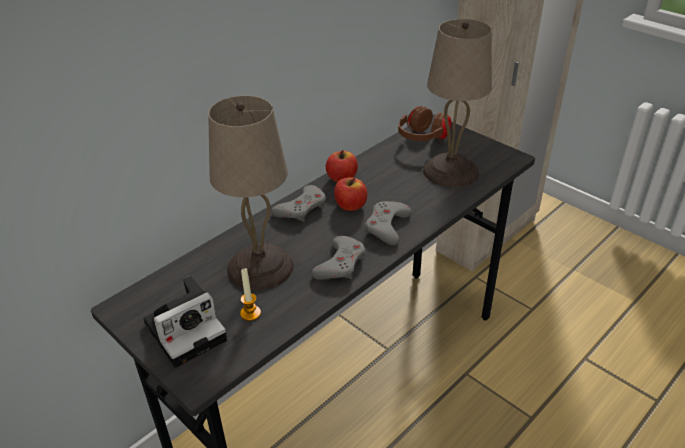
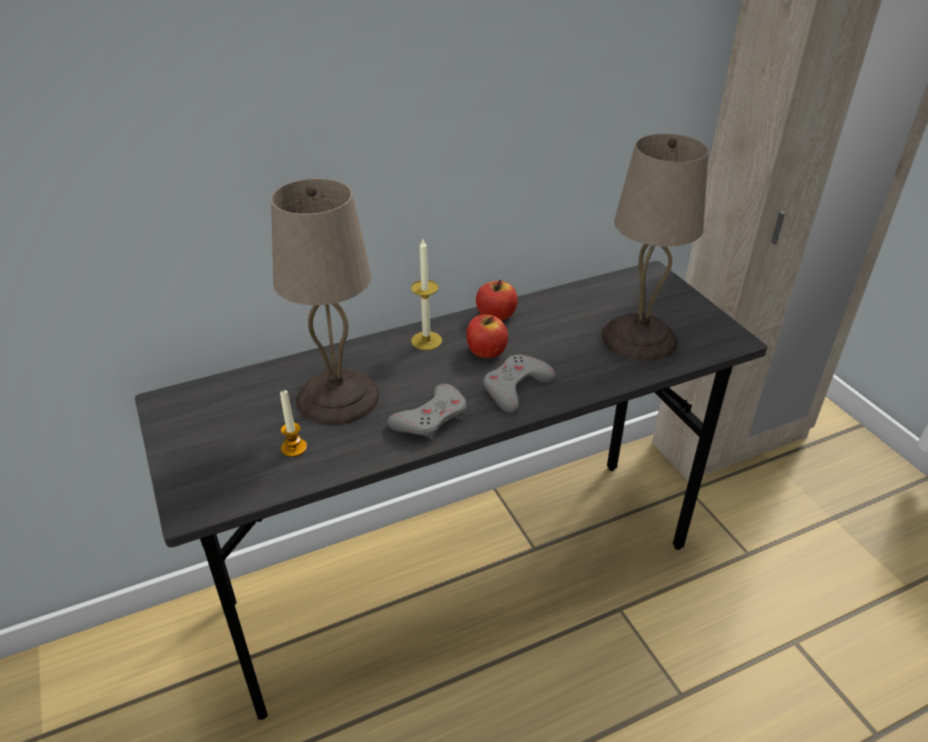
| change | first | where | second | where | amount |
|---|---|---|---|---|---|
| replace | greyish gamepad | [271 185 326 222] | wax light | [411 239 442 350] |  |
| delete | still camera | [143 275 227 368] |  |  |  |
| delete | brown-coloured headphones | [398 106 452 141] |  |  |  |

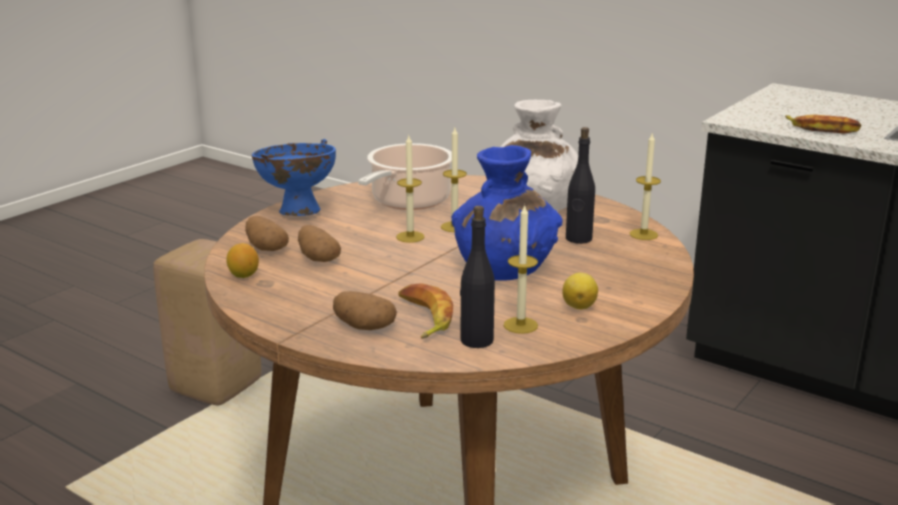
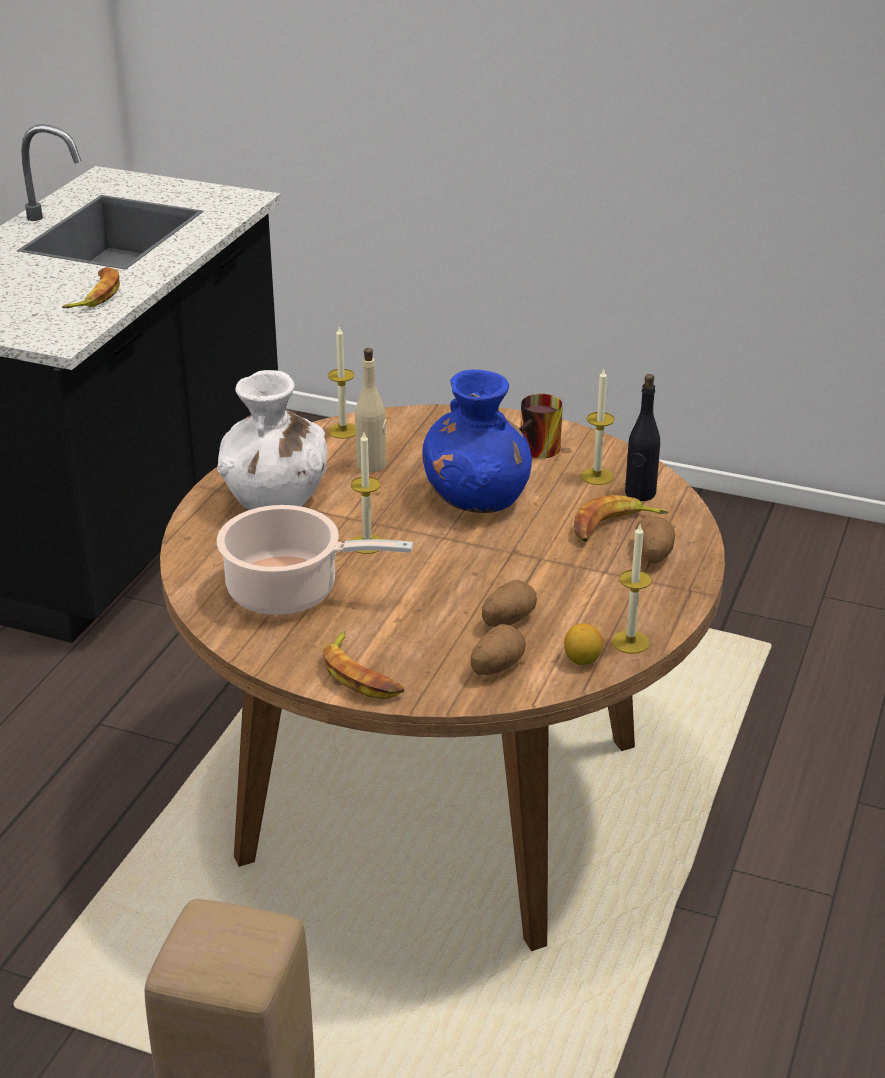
| change | first | where | second | where | amount |
|---|---|---|---|---|---|
| replace | blue-coloured bowl | [252 139 336 216] | whole banana | [323 629 404 699] |  |
| recolor | blackish drink bottle | [566 127 595 244] | beige drink bottle | [355 348 387 472] |  |
| replace | citrus fruit | [562 273 598 309] | coffee mug | [519 394 563 458] |  |
| move | wax light | [396 136 425 243] |  | [612 524 652 654] |  |

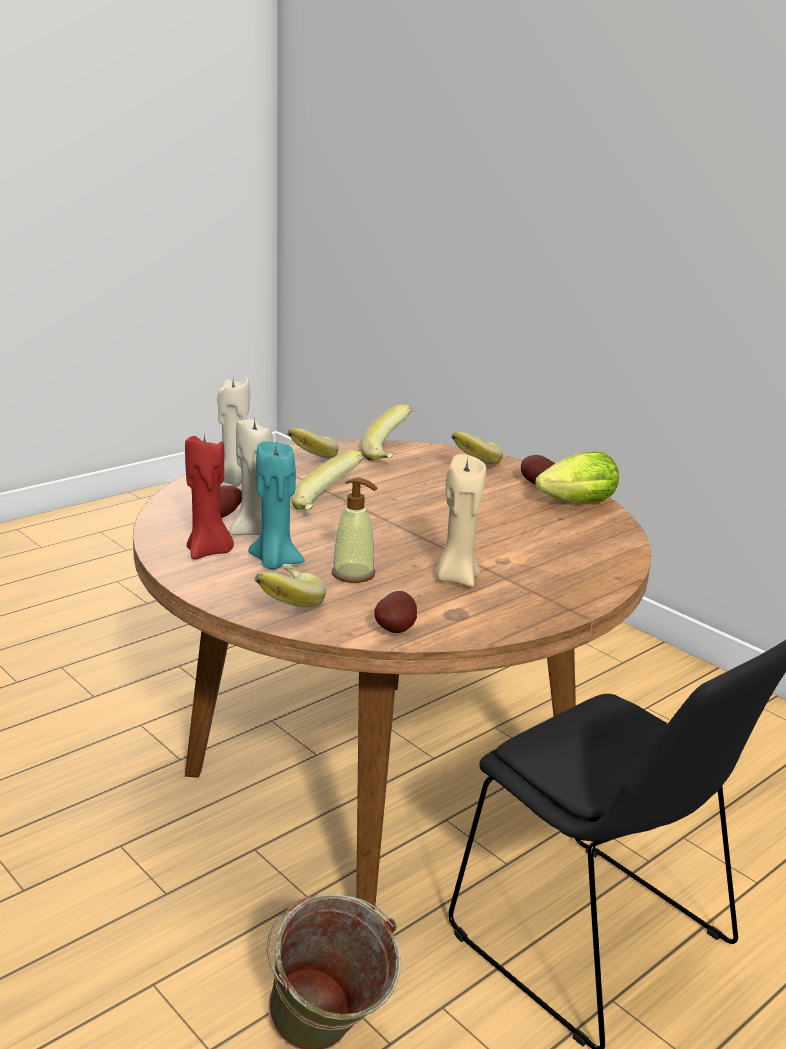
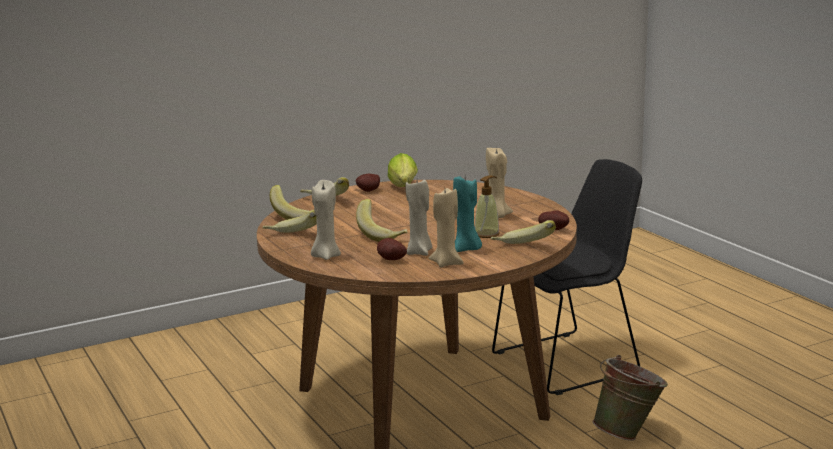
| change | first | where | second | where | amount |
|---|---|---|---|---|---|
| recolor | red-coloured wax light | [185 432 234 559] | beige wax light | [429 188 464 267] |  |

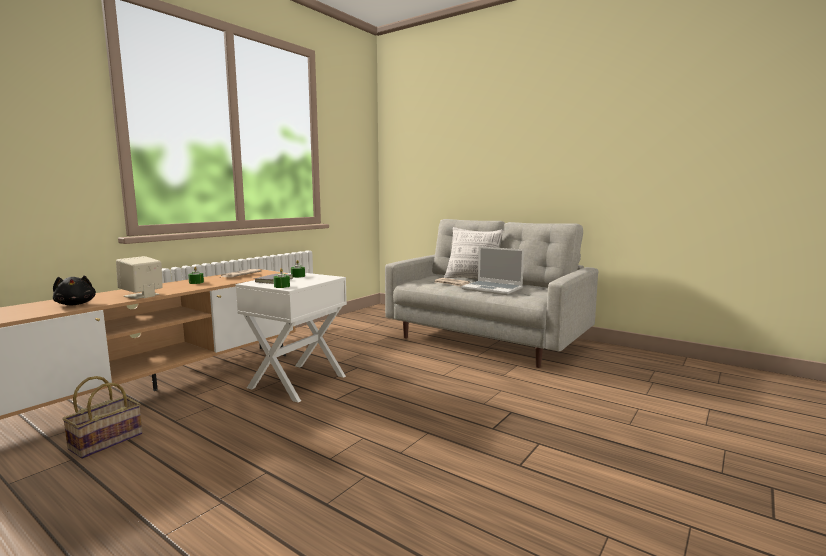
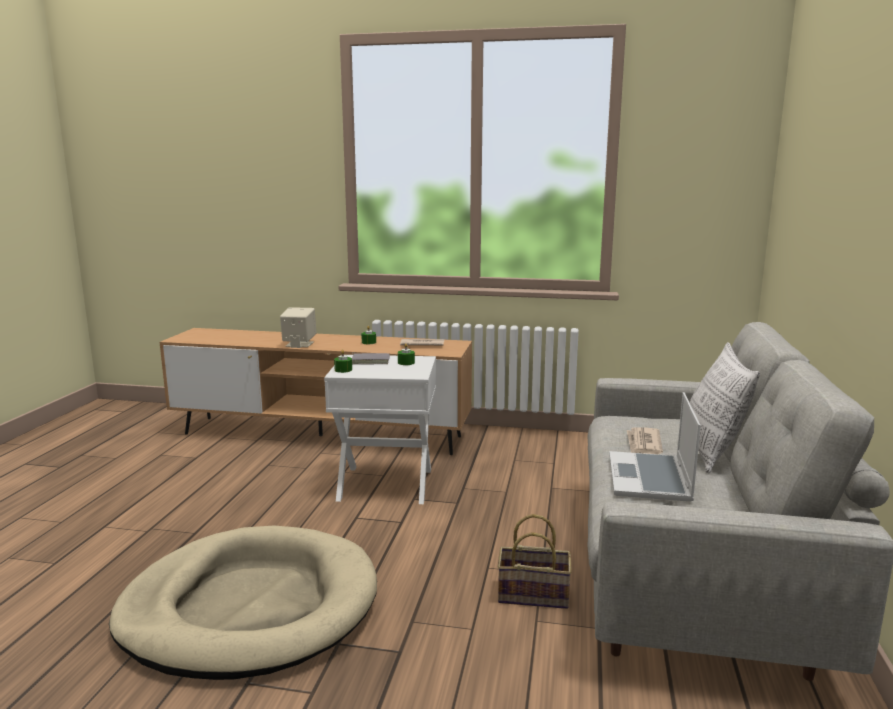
| change | first | where | second | where | amount |
|---|---|---|---|---|---|
| insert |  |  | beige dog cushion | [109 526 377 680] |  |
| move | basket | [62 376 143 459] |  | [498 514 572 609] |  |
| delete | blackish plush toy | [53 276 96 305] |  |  |  |

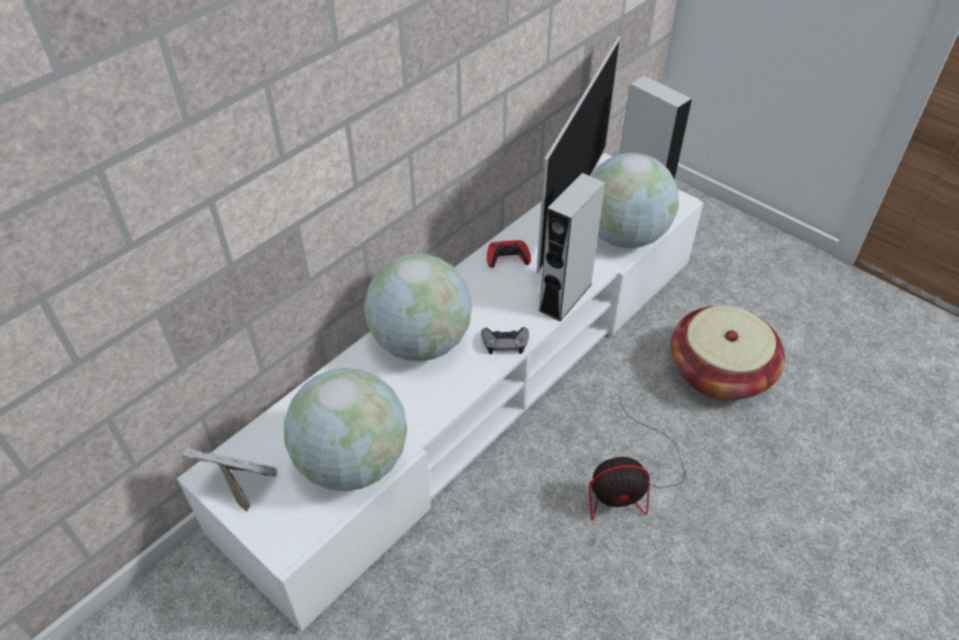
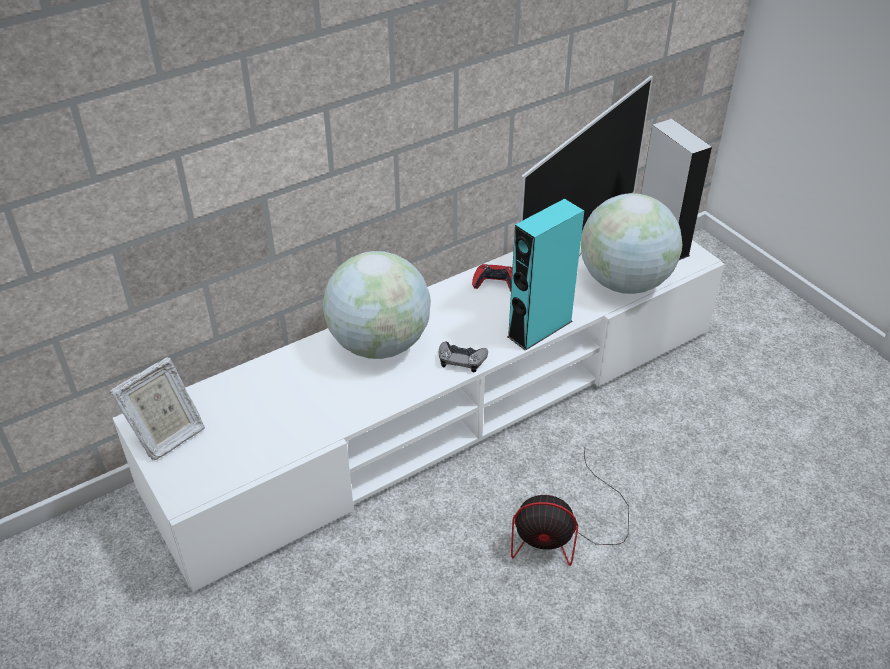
| change | first | where | second | where | amount |
|---|---|---|---|---|---|
| rotate | picture frame | [182 448 277 512] |  | [110 357 205 460] | 105 degrees clockwise |
| recolor | greyish audio speaker | [539 173 605 322] | turquoise-coloured audio speaker | [507 198 584 351] |  |
| delete | world globe | [284 368 407 491] |  |  |  |
| delete | basket | [671 305 785 401] |  |  |  |

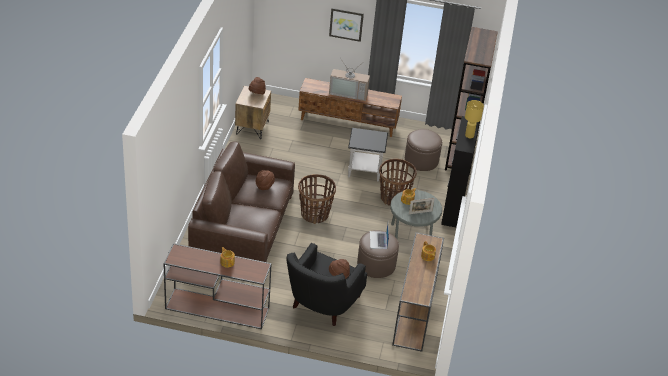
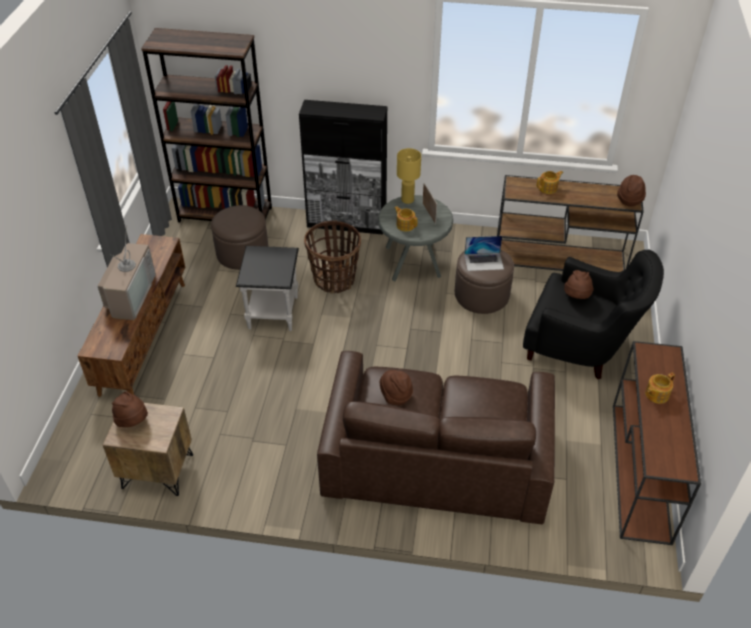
| change | first | where | second | where | amount |
|---|---|---|---|---|---|
| move | yellowish tabletop lamp | [465 100 484 138] |  | [397 148 421 204] |  |
| insert |  |  | brown-coloured hat | [617 175 646 207] |  |
| delete | basket | [298 174 336 224] |  |  |  |
| delete | picture | [329 8 364 42] |  |  |  |

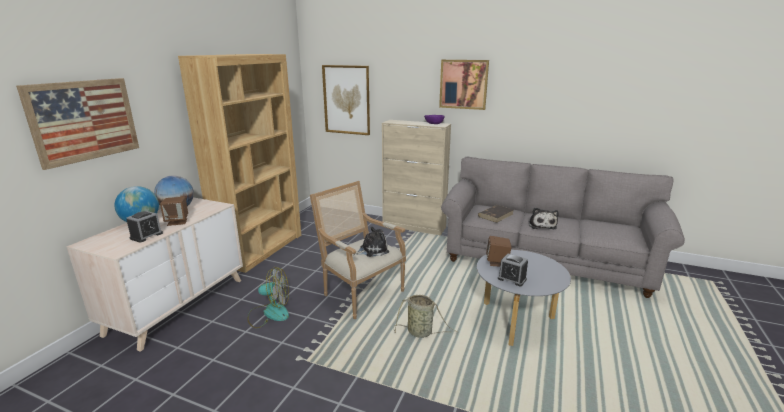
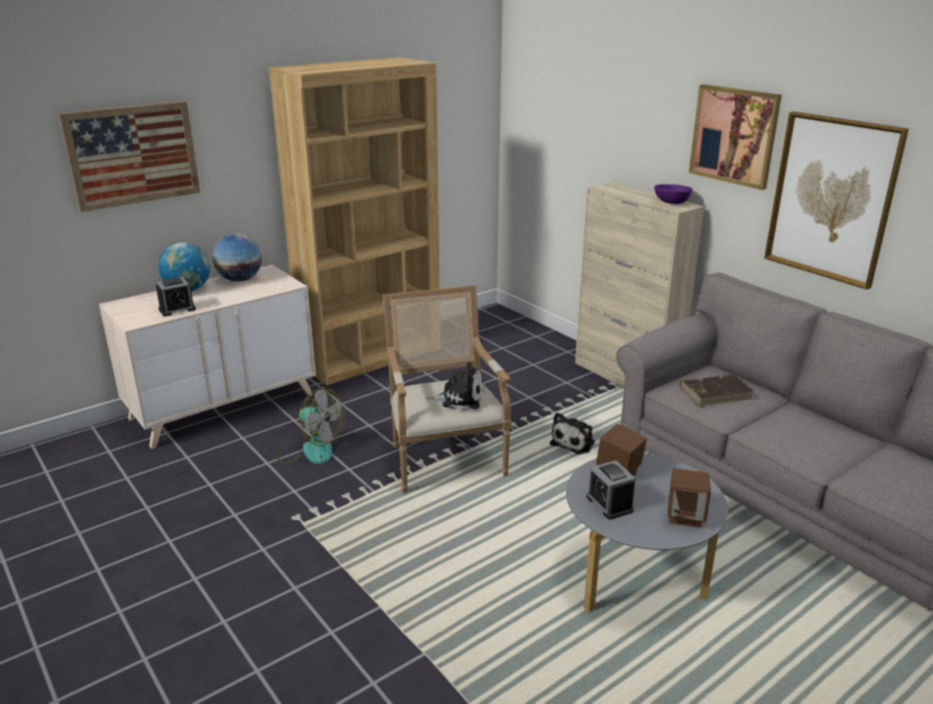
| change | first | where | second | where | amount |
|---|---|---|---|---|---|
| move | plush toy | [528 208 559 229] |  | [550 413 595 454] |  |
| move | brown-coloured audio speaker | [160 197 188 226] |  | [667 468 711 528] |  |
| move | picture | [322 65 370 135] |  | [764 111 909 290] |  |
| delete | basket | [394 295 458 338] |  |  |  |

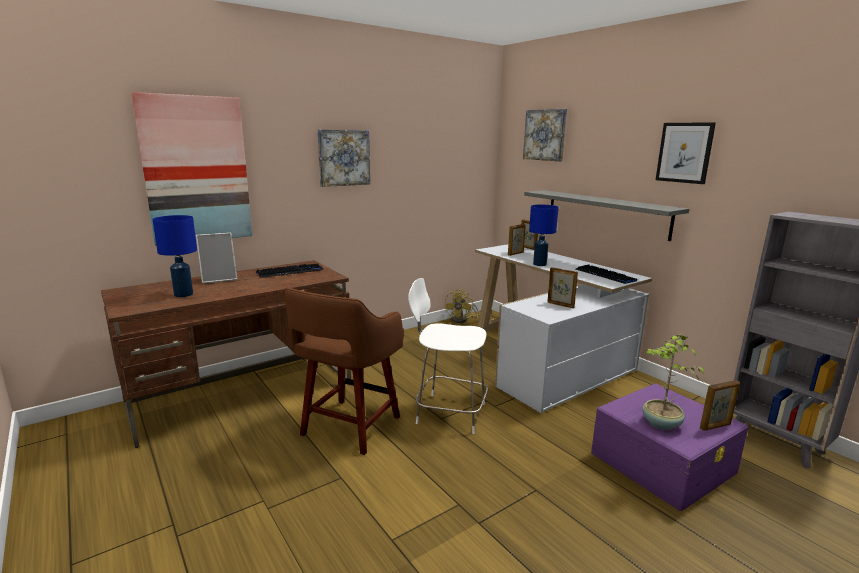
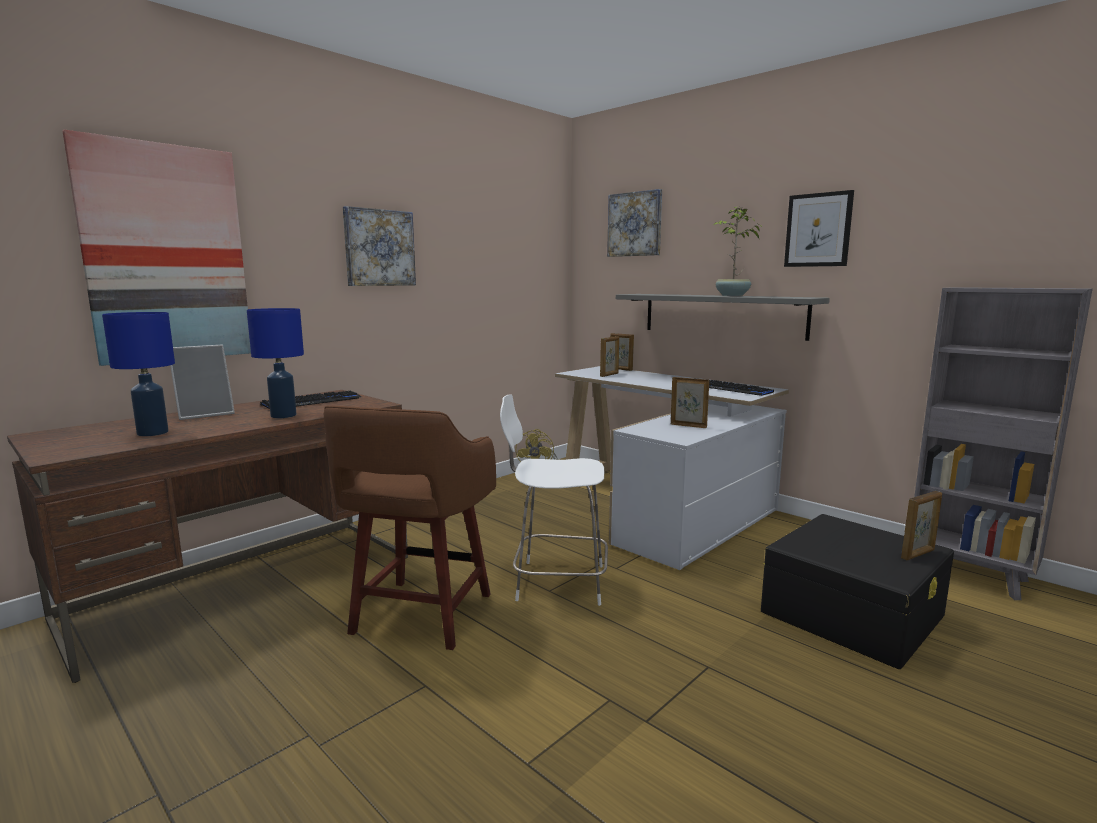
| change | first | where | second | where | amount |
|---|---|---|---|---|---|
| move | blue-coloured tabletop lamp | [529 205 559 266] |  | [247 308 304 418] |  |
| move | plant in a pot | [642 334 705 430] |  | [714 206 762 296] |  |
| recolor | purple storage container | [591 383 749 511] | blackish storage container | [761 514 954 669] |  |

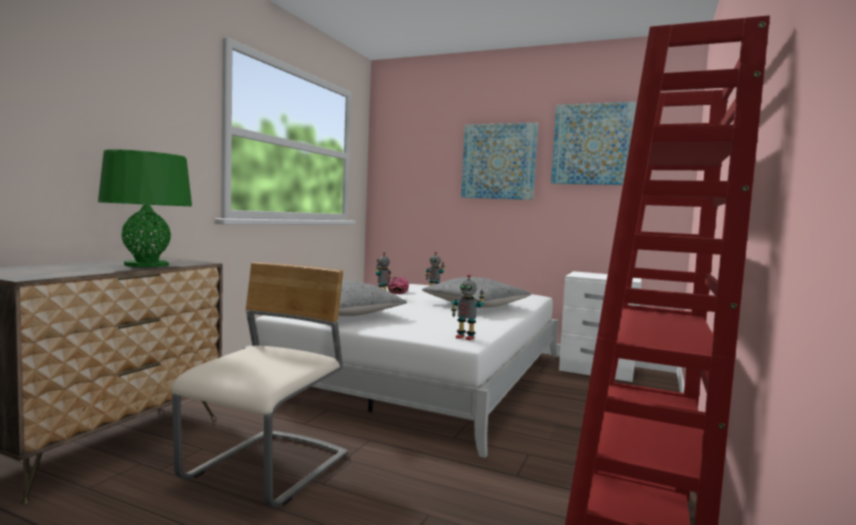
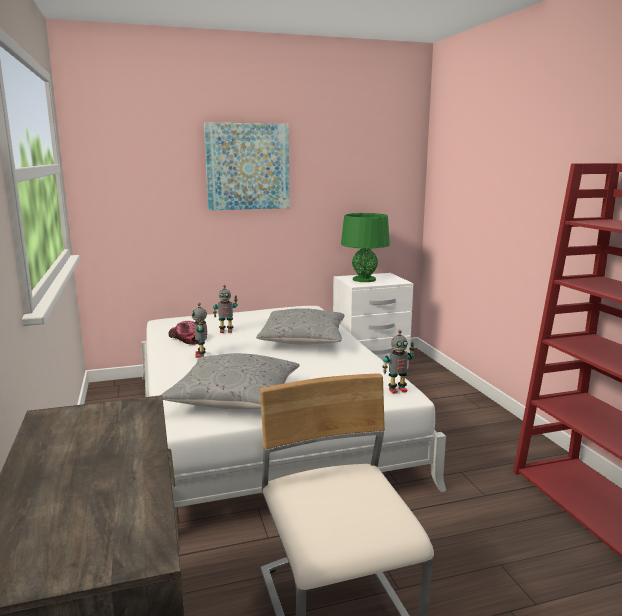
| change | first | where | second | where | amount |
|---|---|---|---|---|---|
| move | green-coloured tabletop lamp | [98 150 192 267] |  | [341 213 390 282] |  |
| delete | picture | [551 102 637 185] |  |  |  |

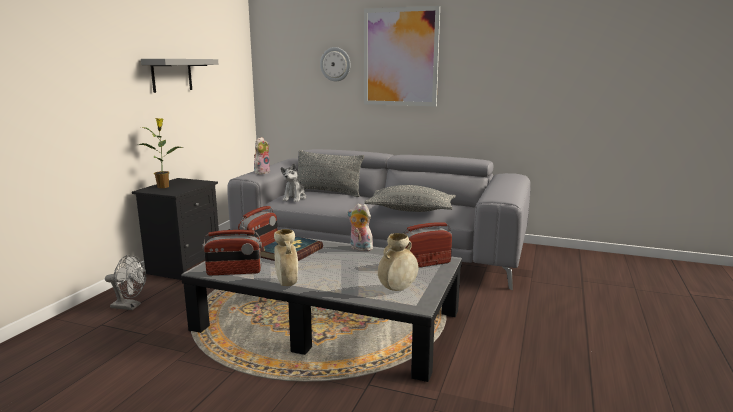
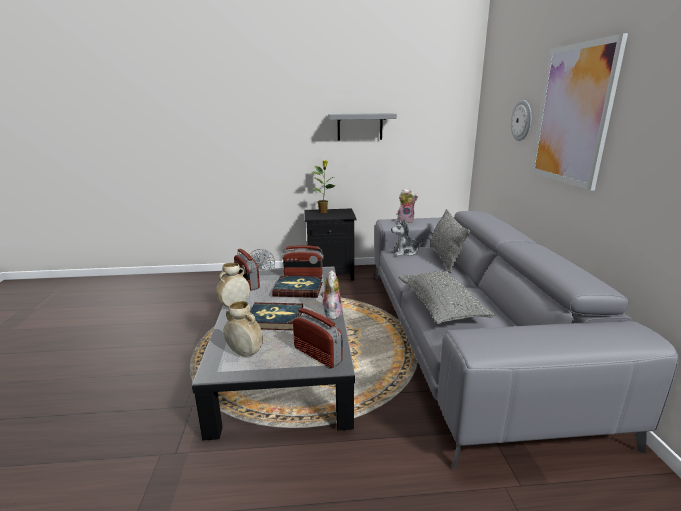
| change | first | where | second | where | amount |
|---|---|---|---|---|---|
| insert |  |  | book | [250 302 303 330] |  |

